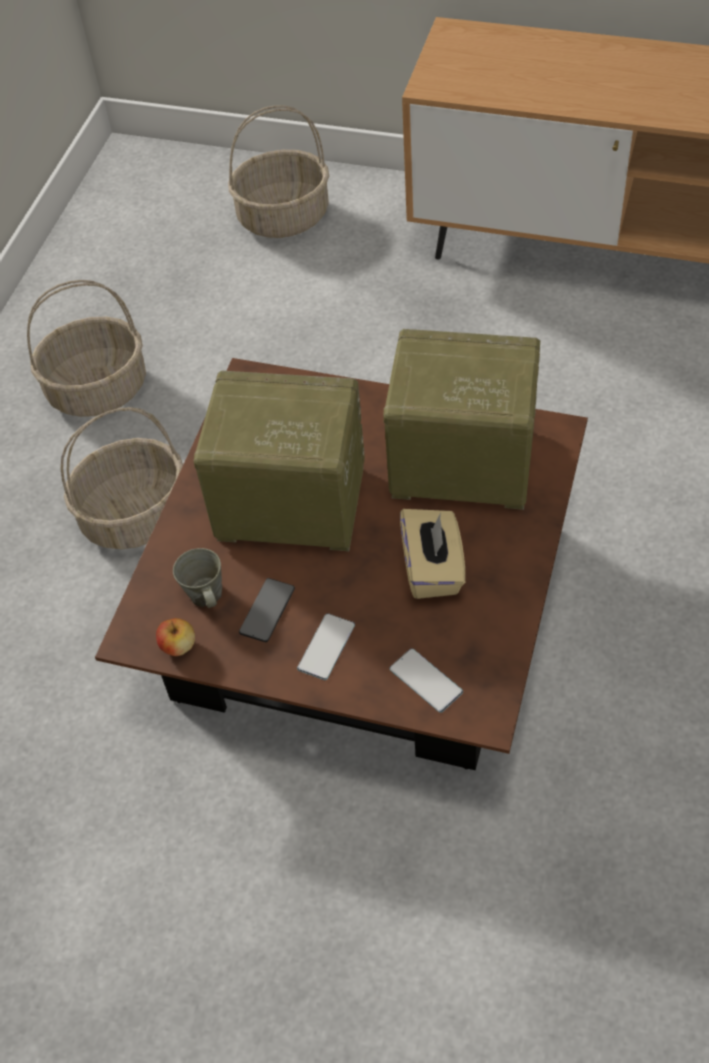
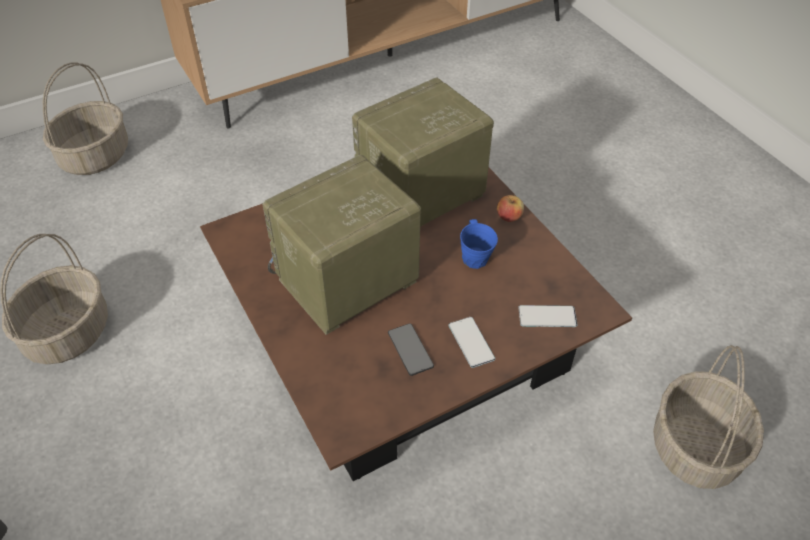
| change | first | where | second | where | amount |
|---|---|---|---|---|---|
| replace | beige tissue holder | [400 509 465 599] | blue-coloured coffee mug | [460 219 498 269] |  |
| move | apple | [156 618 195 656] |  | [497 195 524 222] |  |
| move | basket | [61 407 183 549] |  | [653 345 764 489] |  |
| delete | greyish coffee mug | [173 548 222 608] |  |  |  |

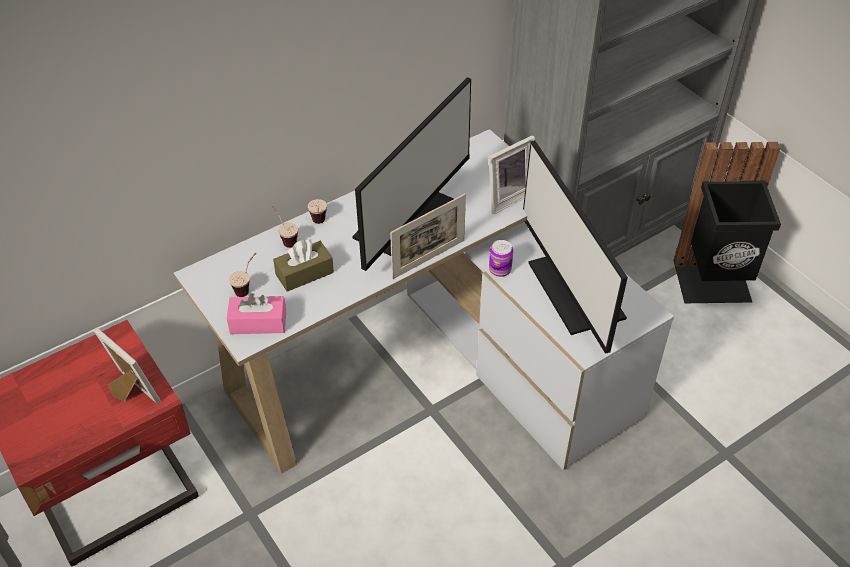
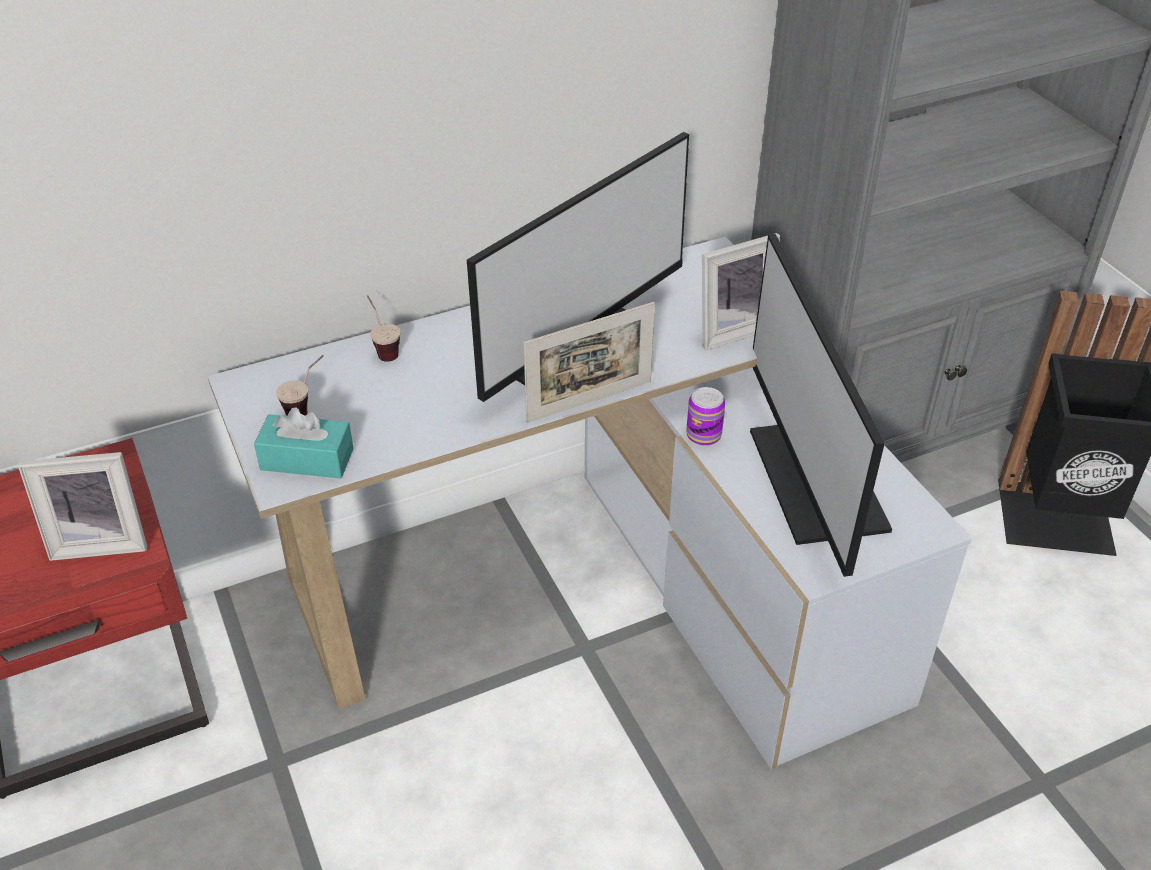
| change | first | where | second | where | amount |
|---|---|---|---|---|---|
| rotate | picture frame | [94 328 161 404] |  | [18 452 147 561] | 120 degrees clockwise |
| recolor | pinkish tissue holder | [227 293 286 334] | turquoise-coloured tissue holder | [254 407 354 479] |  |
| delete | brown-coloured tissue holder | [273 239 334 292] |  |  |  |
| delete | small cup | [308 199 327 224] |  |  |  |

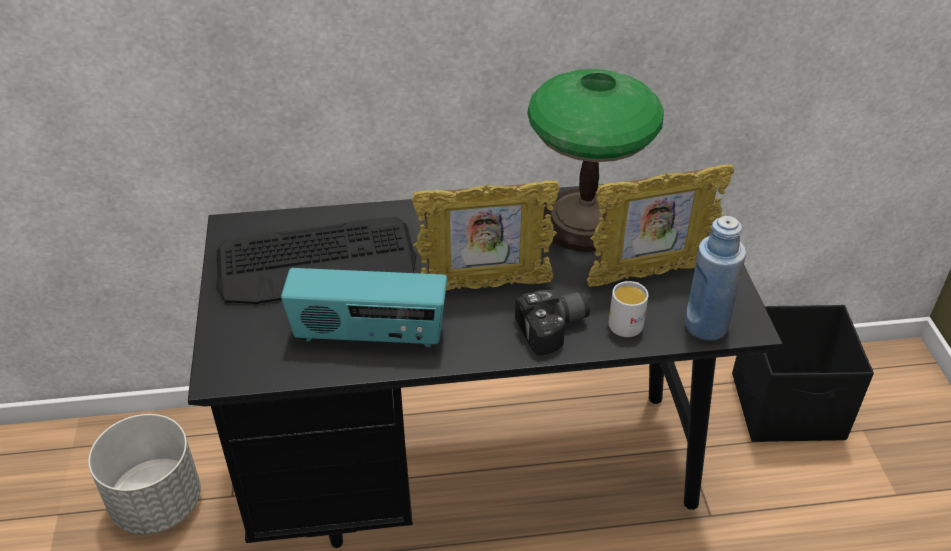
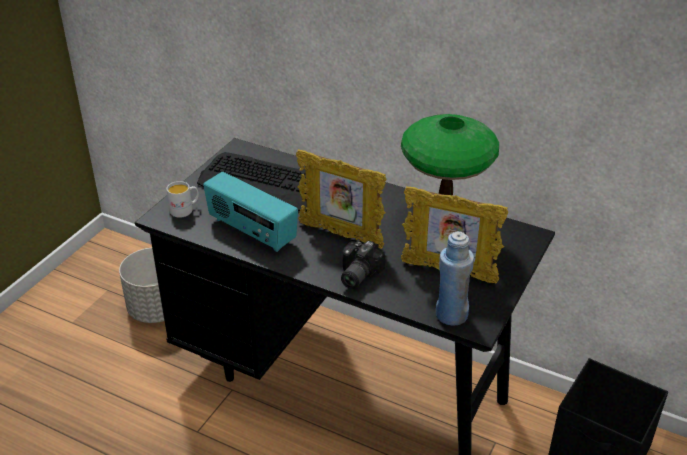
| change | first | where | second | where | amount |
|---|---|---|---|---|---|
| move | white coffee mug | [609 281 648 337] |  | [166 181 199 218] |  |
| rotate | still camera | [515 290 590 356] |  | [341 240 385 289] | 105 degrees clockwise |

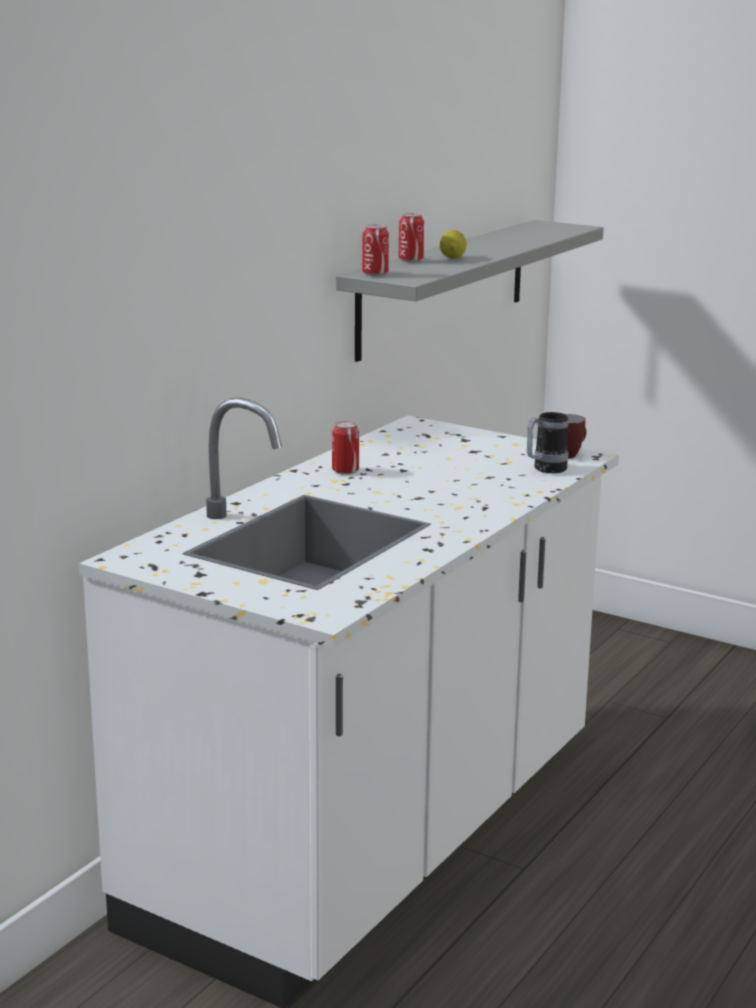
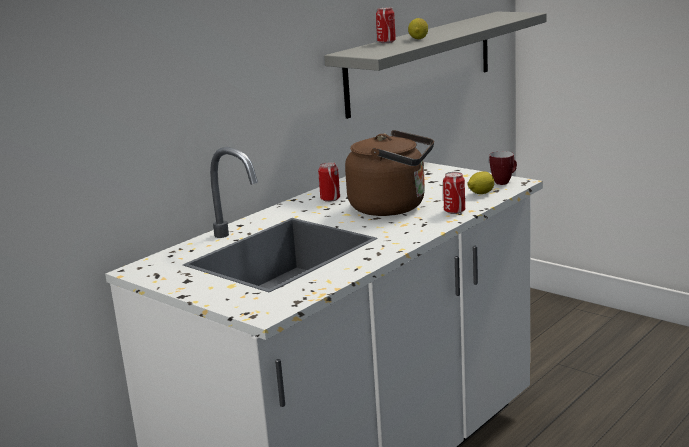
| change | first | where | second | where | amount |
|---|---|---|---|---|---|
| insert |  |  | brown-coloured kettle | [345 130 434 216] |  |
| move | can | [362 224 389 276] |  | [443 172 465 214] |  |
| replace | coffee mug | [527 412 568 473] | citrus fruit | [467 171 494 194] |  |

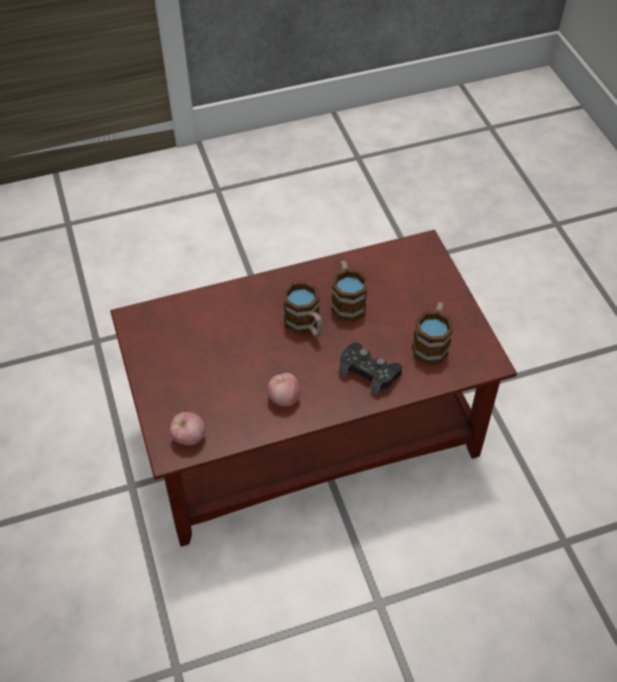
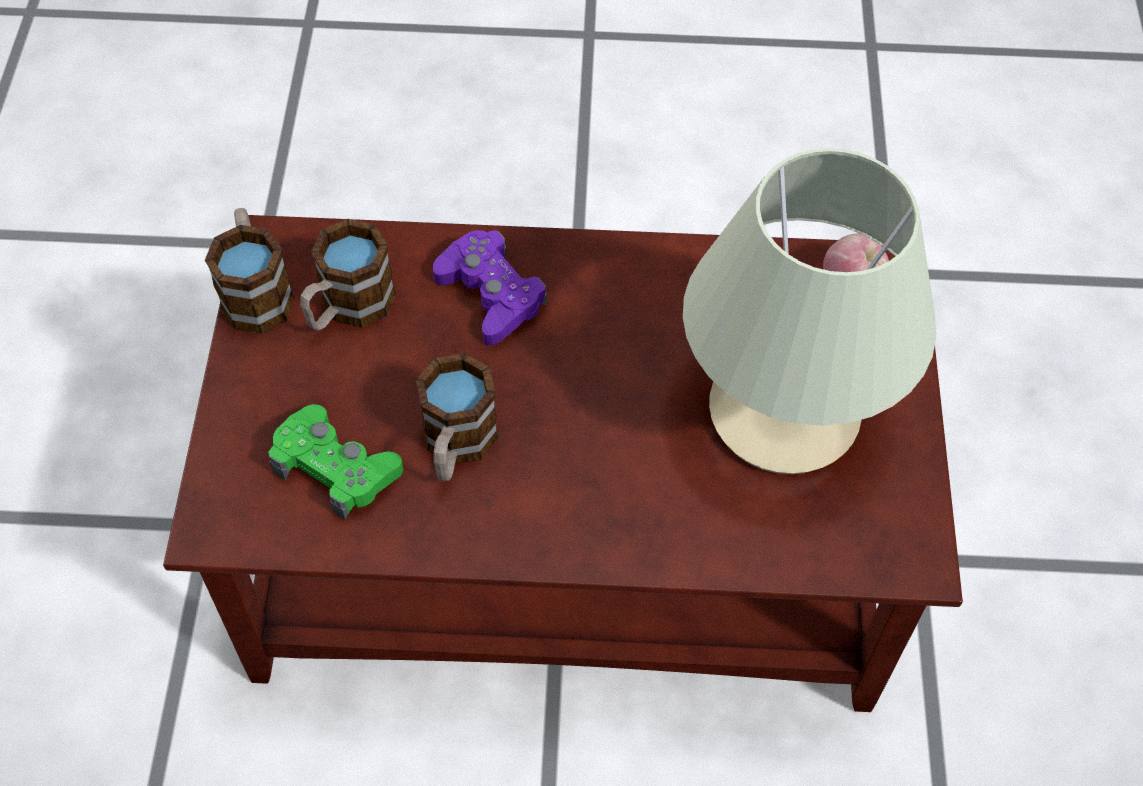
| change | first | where | second | where | amount |
|---|---|---|---|---|---|
| move | coffee mug | [283 281 322 337] |  | [205 208 295 334] |  |
| insert |  |  | green-coloured gamepad | [268 404 403 520] |  |
| recolor | blackish gamepad | [339 342 402 395] | purple gamepad | [433 230 547 345] |  |
| insert |  |  | beige tabletop lamp | [683 148 936 474] |  |
| delete | apple | [267 373 300 407] |  |  |  |

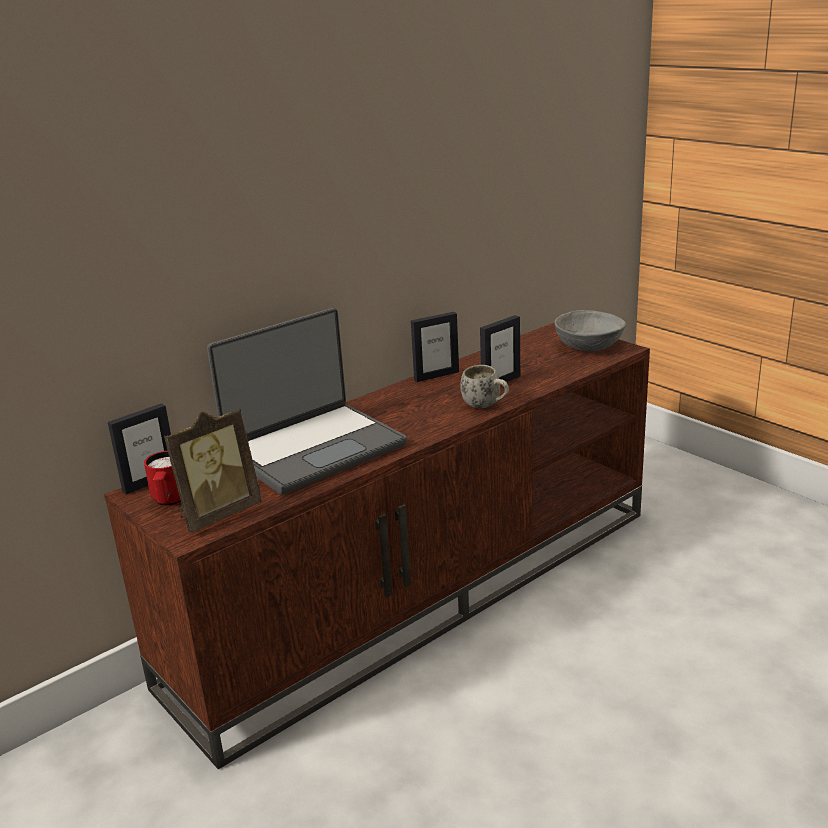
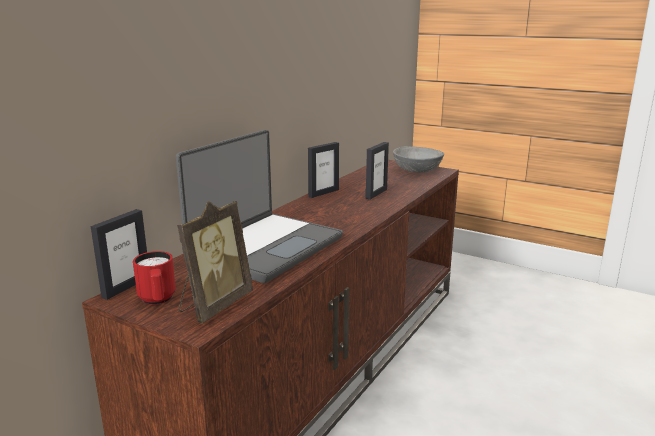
| change | first | where | second | where | amount |
|---|---|---|---|---|---|
| delete | white coffee mug | [461 365 509 408] |  |  |  |

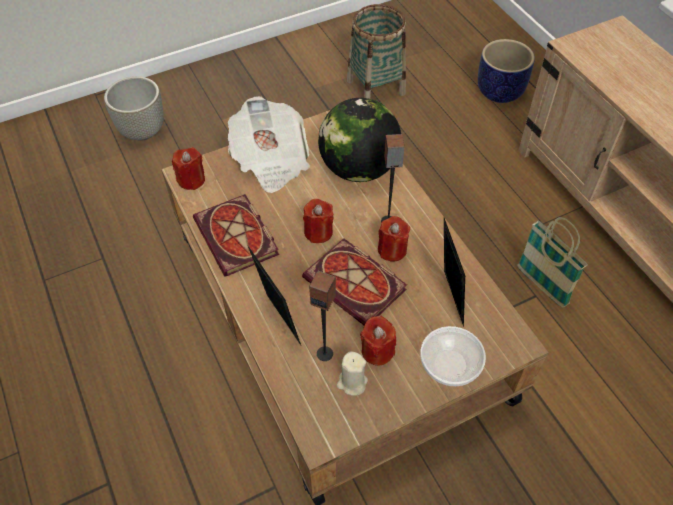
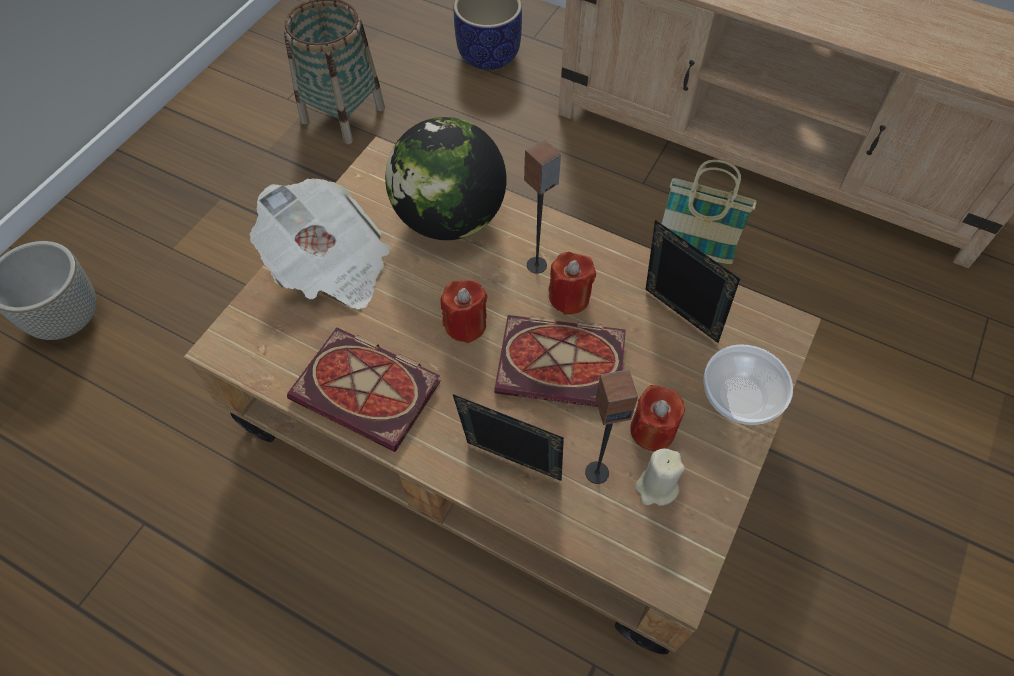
| change | first | where | second | where | amount |
|---|---|---|---|---|---|
| delete | red-coloured wax light | [172 147 205 190] |  |  |  |

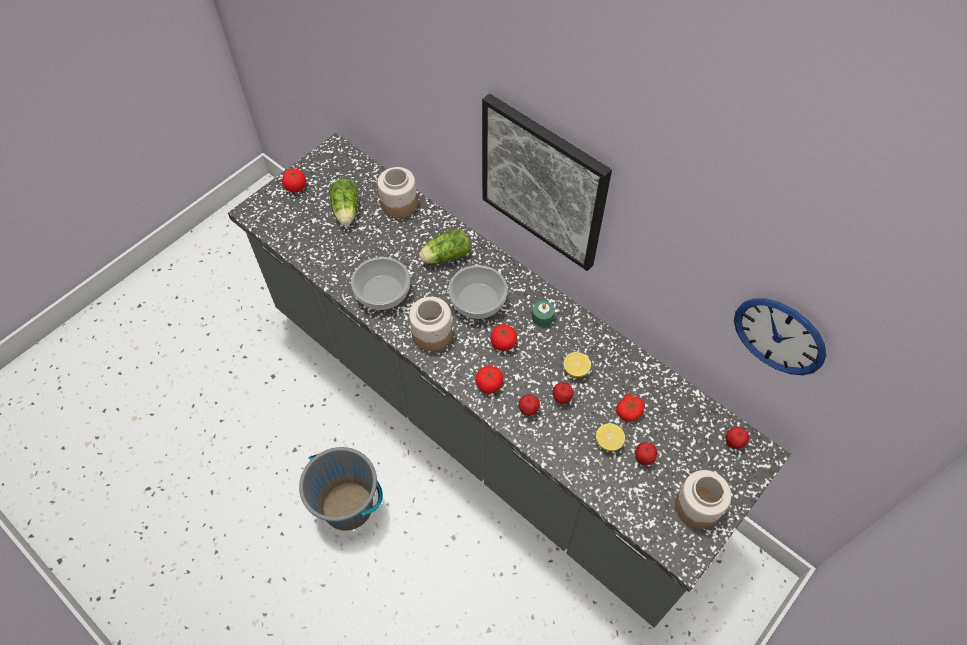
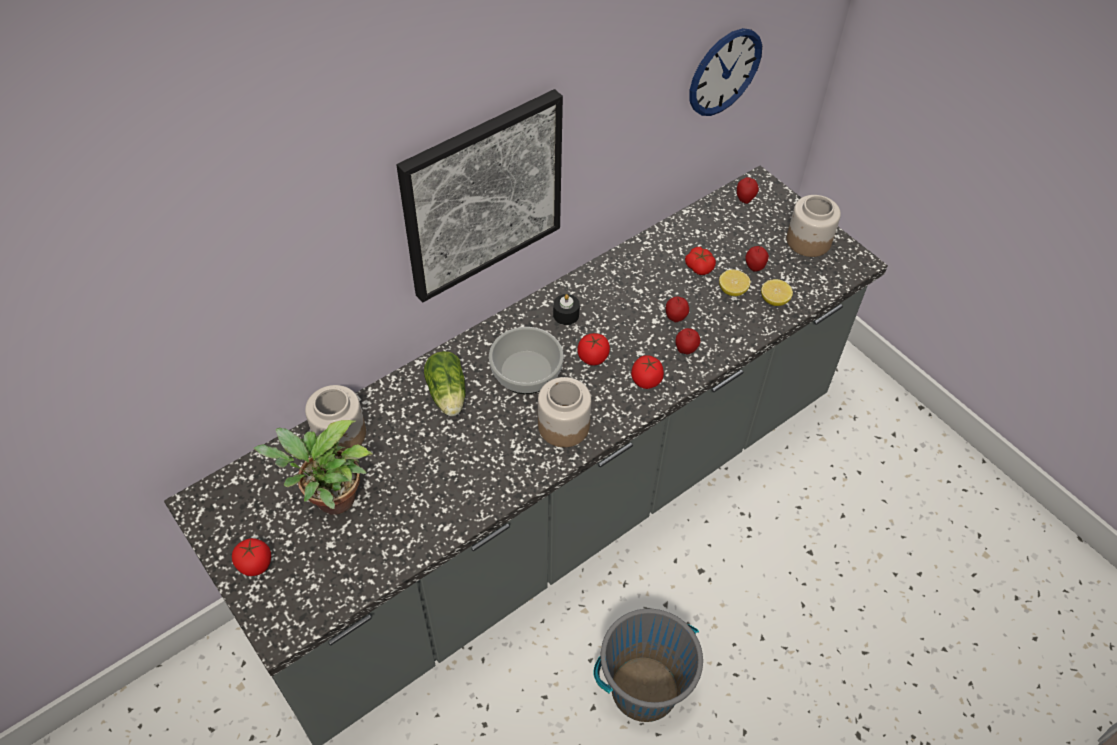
| change | first | where | second | where | amount |
|---|---|---|---|---|---|
| replace | lettuce | [329 179 358 226] | plant in a pot | [253 420 373 515] |  |
| recolor | green-coloured wax light | [532 301 555 327] | blackish wax light | [553 294 580 325] |  |
| move | citrus fruit | [563 352 591 378] |  | [761 279 793 306] |  |
| delete | bowl | [351 257 410 311] |  |  |  |

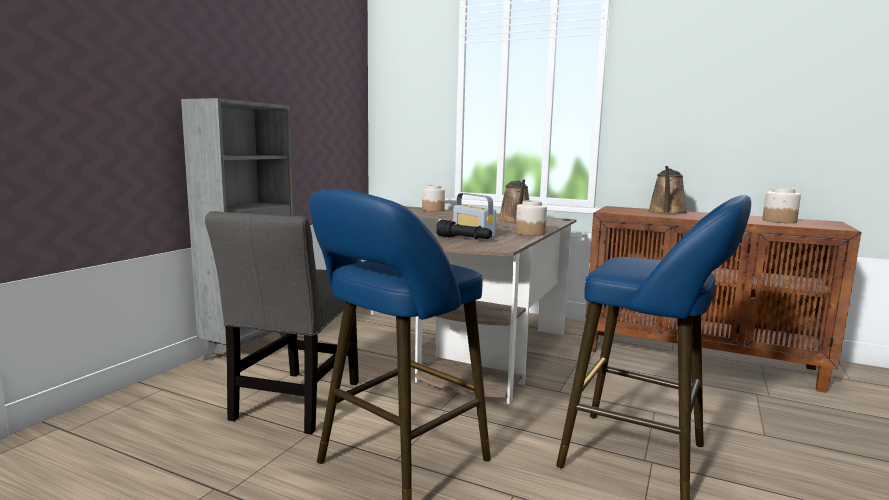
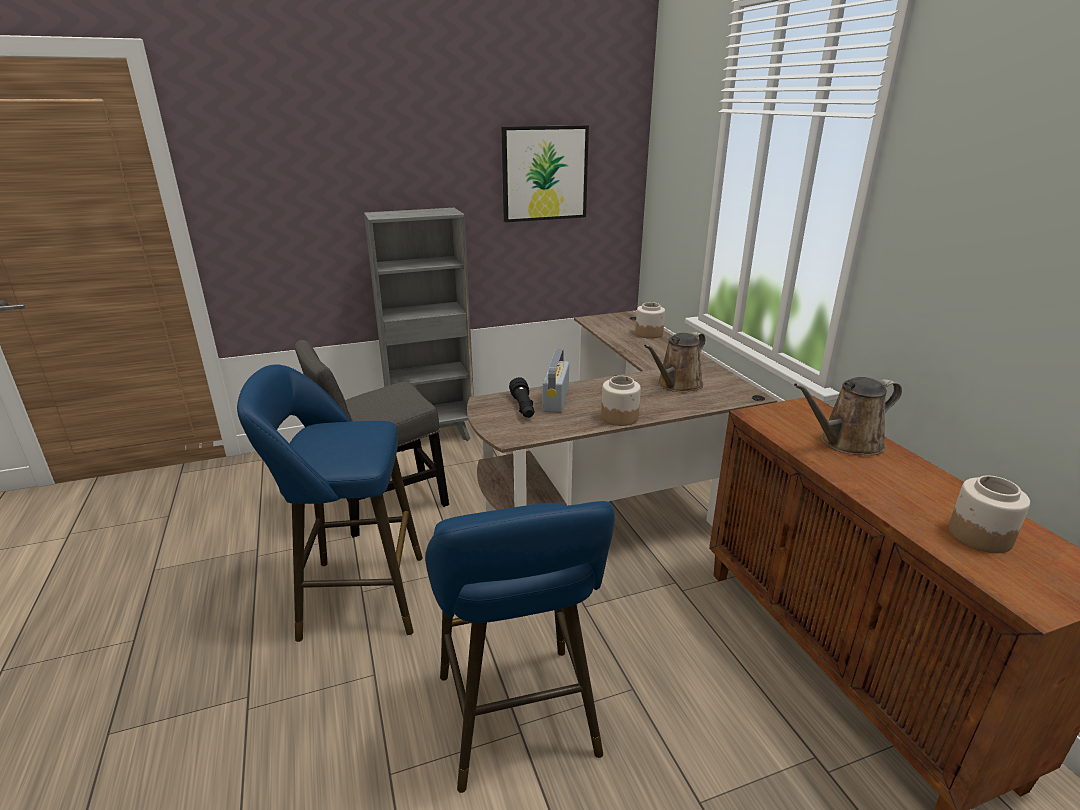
| change | first | where | second | where | amount |
|---|---|---|---|---|---|
| insert |  |  | picture | [502 125 589 222] |  |

